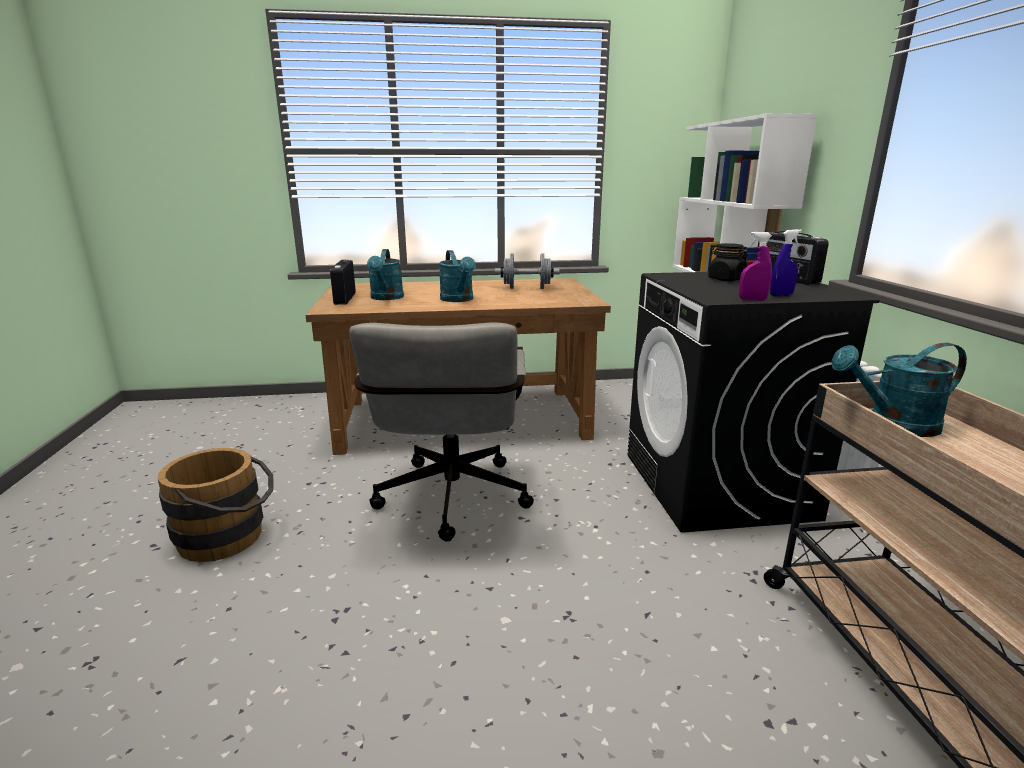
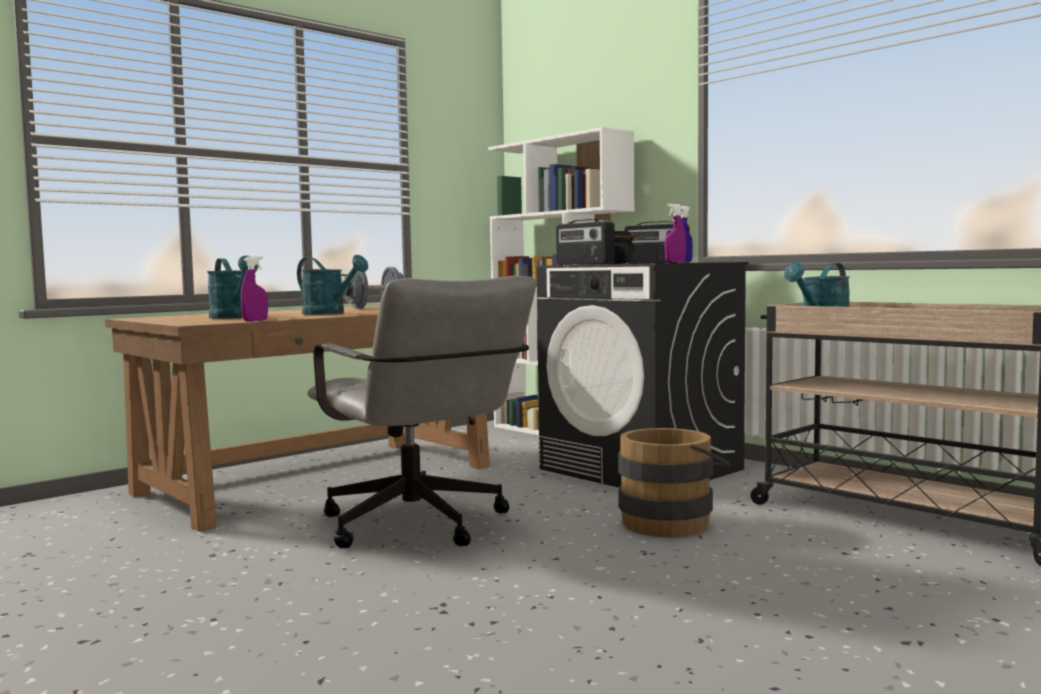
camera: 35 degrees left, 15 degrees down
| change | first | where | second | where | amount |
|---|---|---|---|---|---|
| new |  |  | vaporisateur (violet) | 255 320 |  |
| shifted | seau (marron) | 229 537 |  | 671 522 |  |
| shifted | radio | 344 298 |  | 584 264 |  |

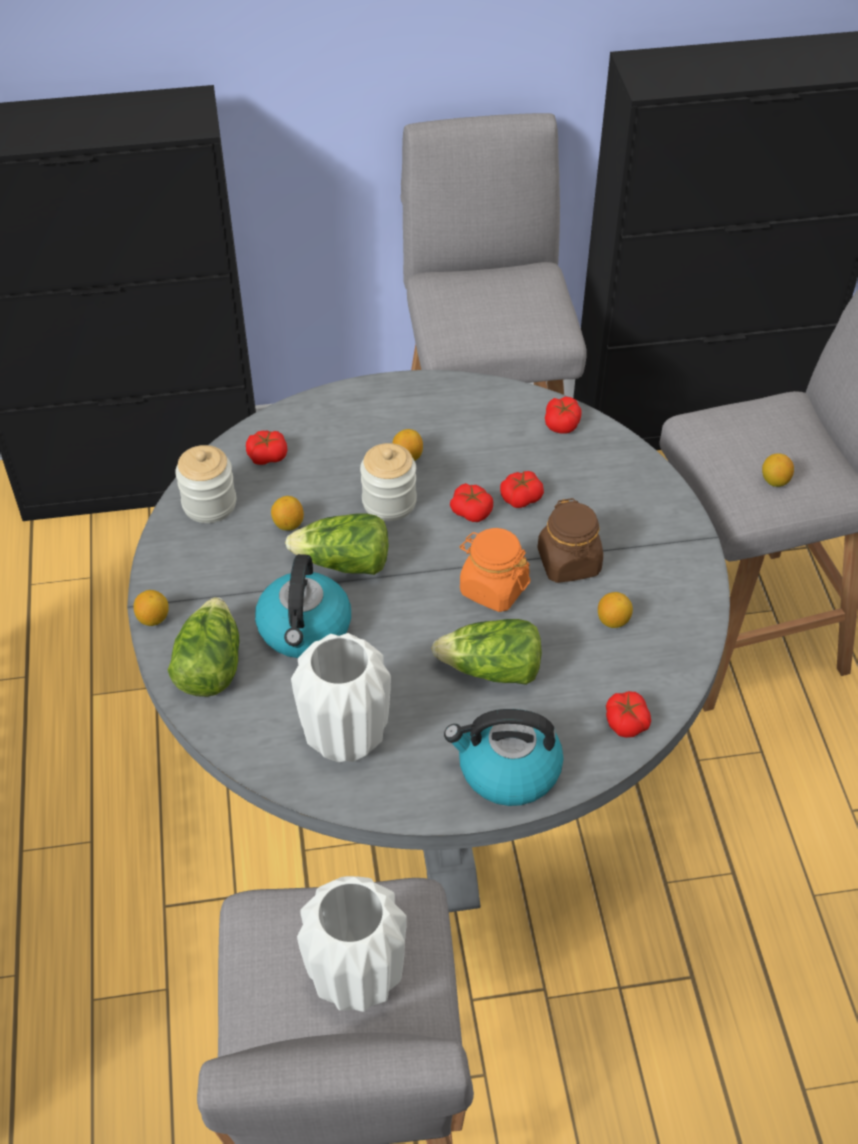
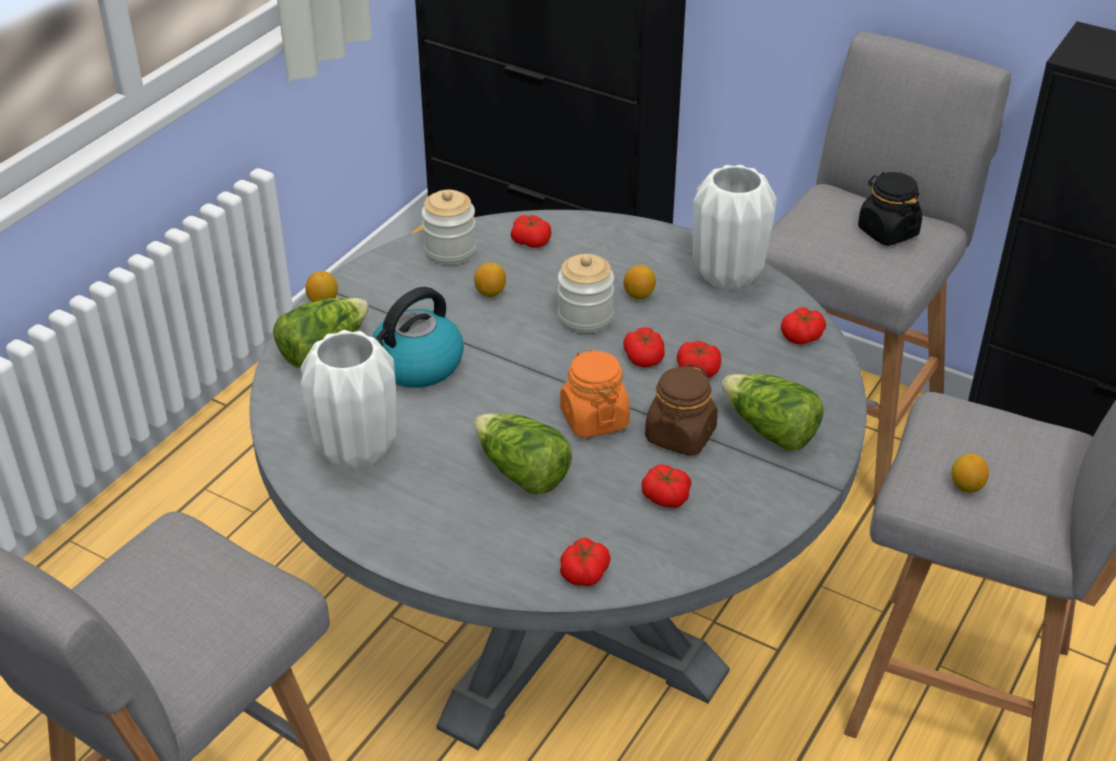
camera: 40 degrees right, 10 degrees down
| change | first | where | second | where | amount |
|---|---|---|---|---|---|
| gone | bouilloire | 507 770 |  |  |  |
| new |  |  | bocal (noir) | 887 231 |  |
| shifted | laitue | 344 563 |  | 770 430 |  |
| shifted | vase (blanc) | 355 979 |  | 727 275 |  |
| swapped | citron | 613 620 | tomate | 665 496 |  |

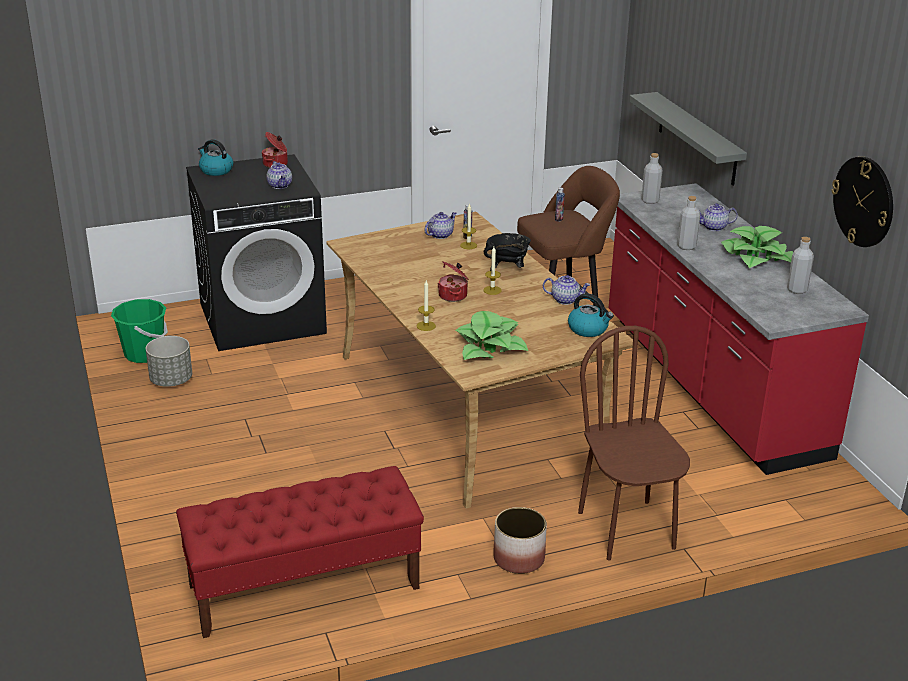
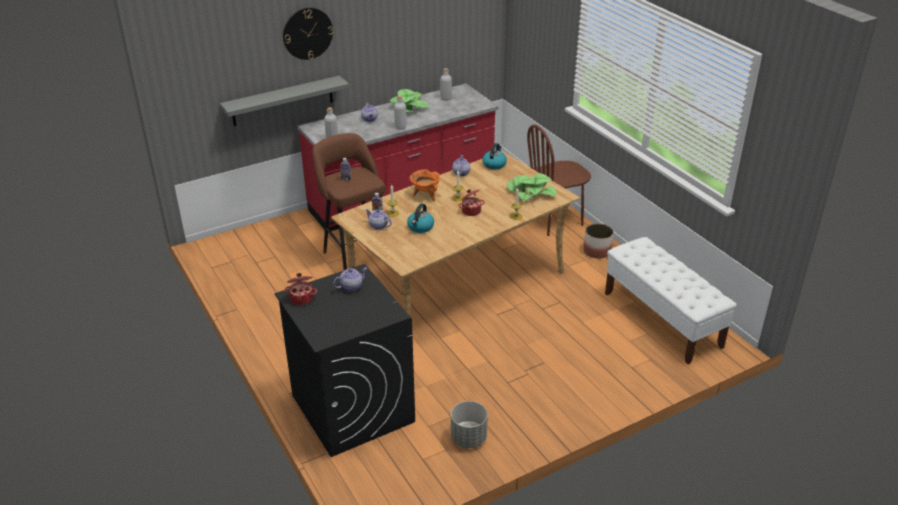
camera: 100 degrees left, 5 degrees up
| change | first | where | second | where | amount |
|---|---|---|---|---|---|
| gone | seau (vert) | 144 354 |  |  |  |
| shifted | bouilloire | 216 170 |  | 420 227 |  |
| shifted | horloge murale | 864 201 |  | 307 33 |  |
| repainted | banc (rouge) | 303 587 | banc (blanc) | 662 320 |  |
| repainted | marmite (noir) | 507 269 | marmite (orange) | 425 195 |  |

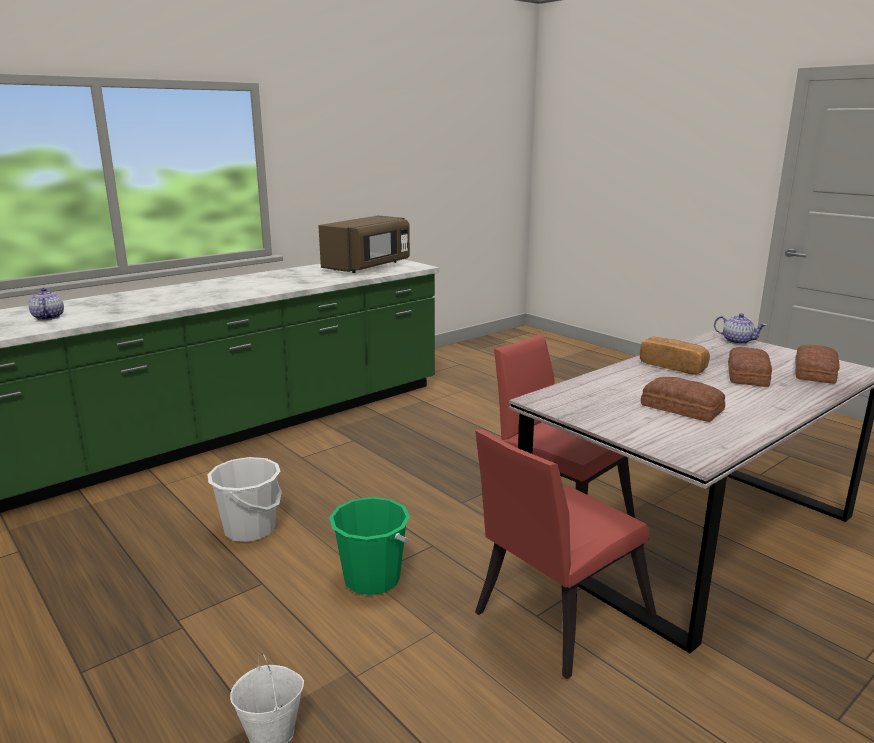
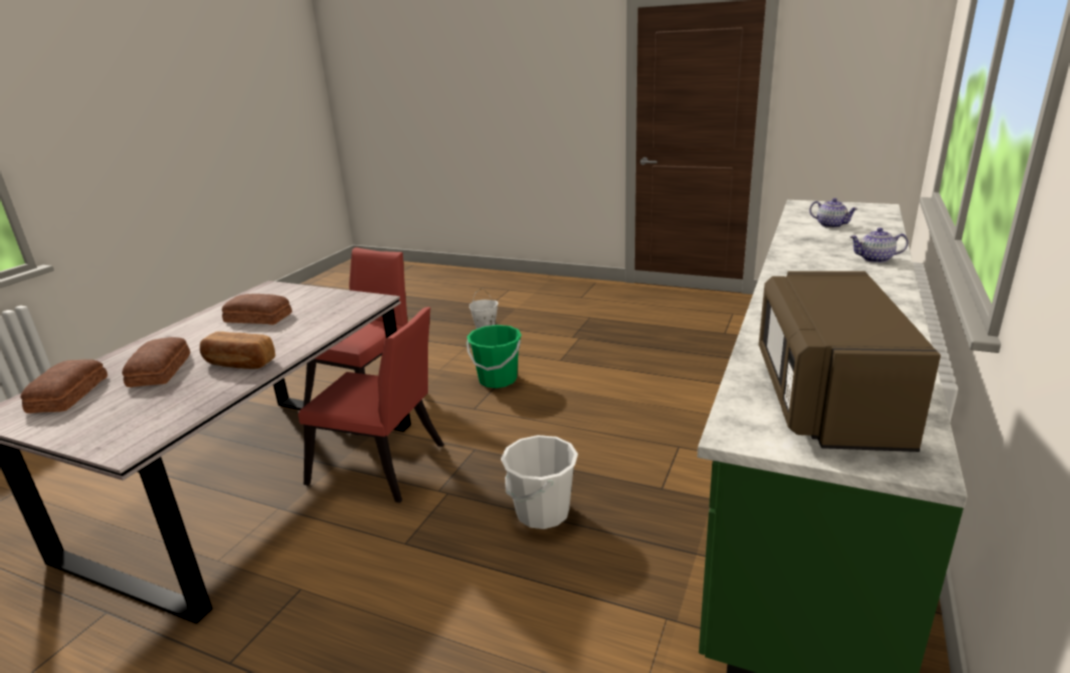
camera: 155 degrees right, 5 degrees up
| change | first | where | second | where | amount |
|---|---|---|---|---|---|
| shifted | seau (blanc) | 250 529 |  | 542 512 |  |
| shifted | théière | 737 341 |  | 875 259 |  |

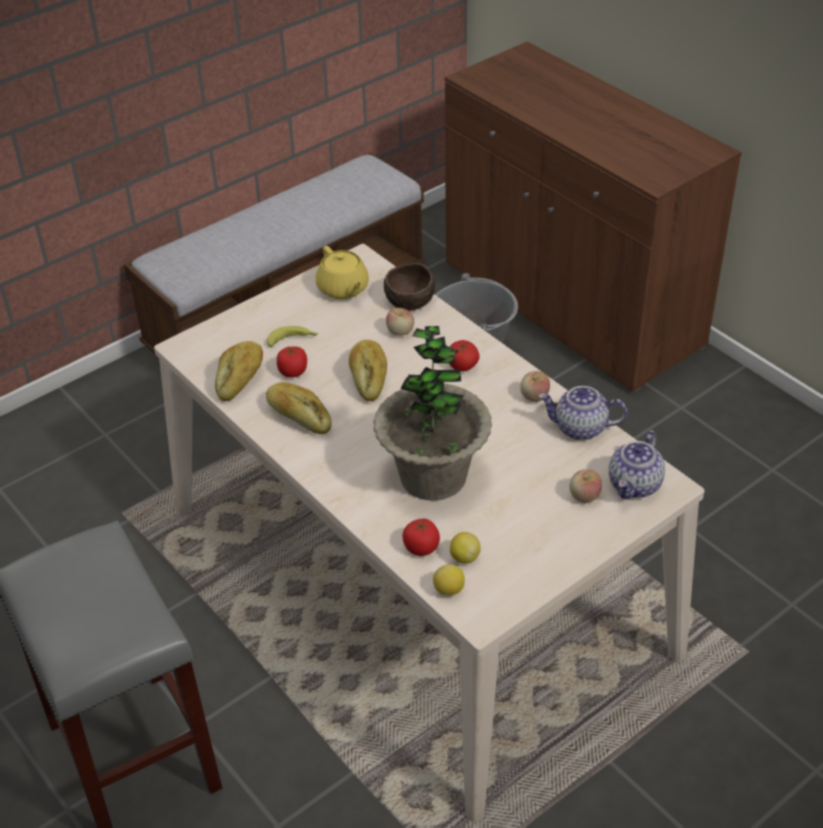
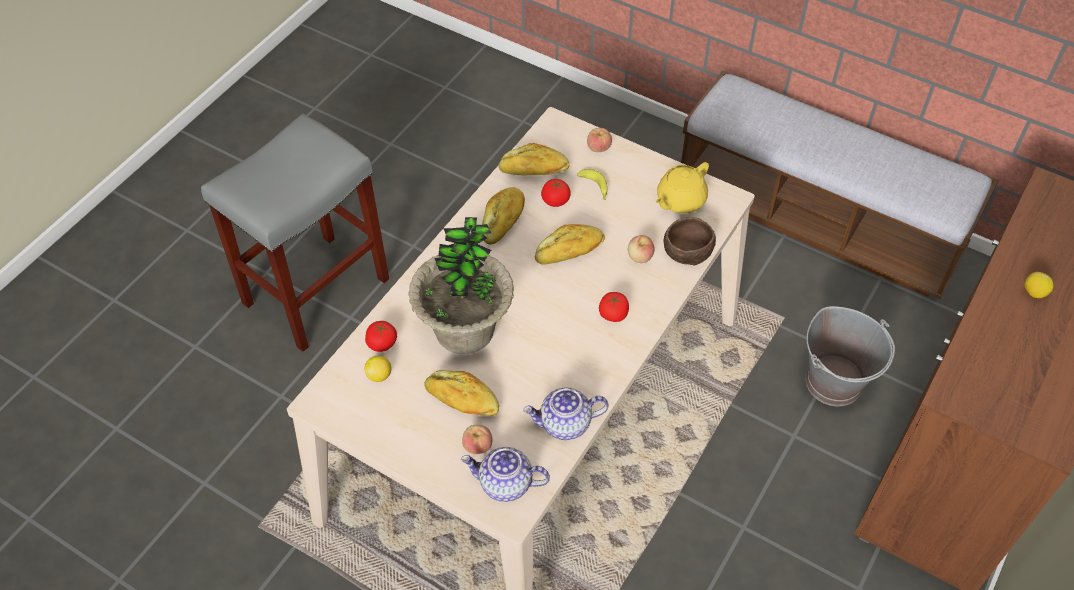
camera: 70 degrees right, 10 degrees up
| change | first | where | second | where | amount |
|---|---|---|---|---|---|
| new |  |  | pain | 462 400 |  |
| shifted | citron | 448 590 |  | 1033 292 |  |
| shifted | pomme | 534 396 |  | 598 148 |  |
| rotated | théière | 580 428 |  | 565 424 | 90 degrees counterclockwise |

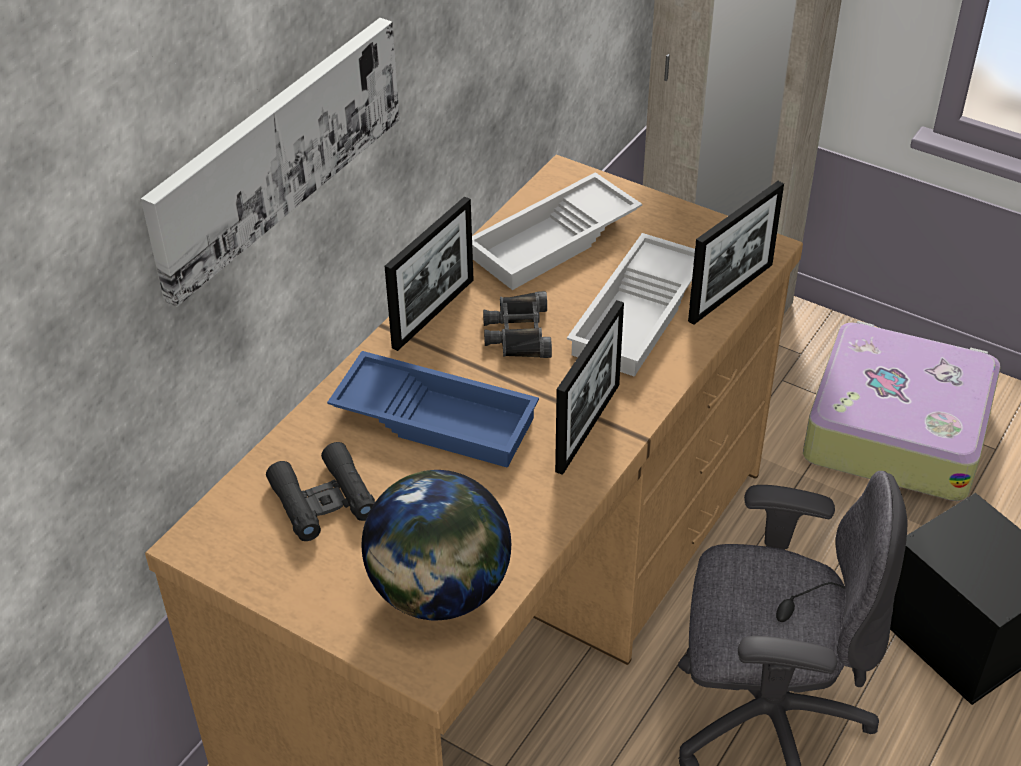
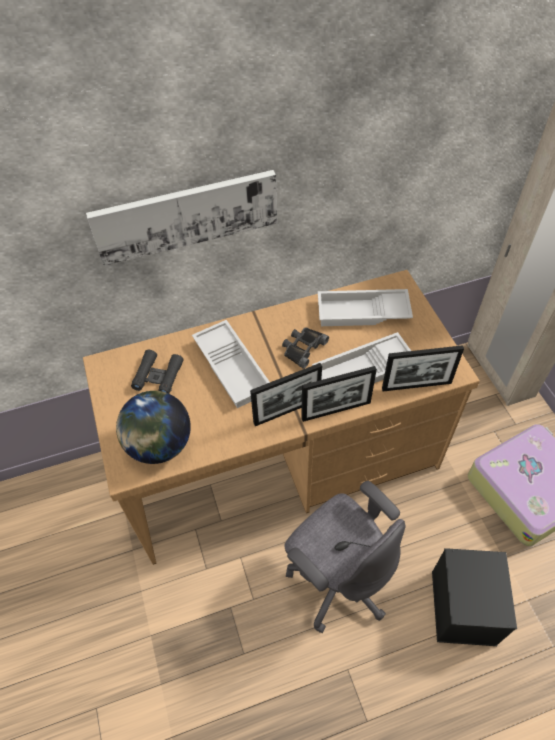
camera: 40 degrees right, 10 degrees up
| change | first | where | second | where | amount |
|---|---|---|---|---|---|
| shifted | cadre photo | 433 313 |  | 336 410 |  |
| repainted | plateau (bleu) | 437 417 | plateau (blanc) | 233 367 |  |

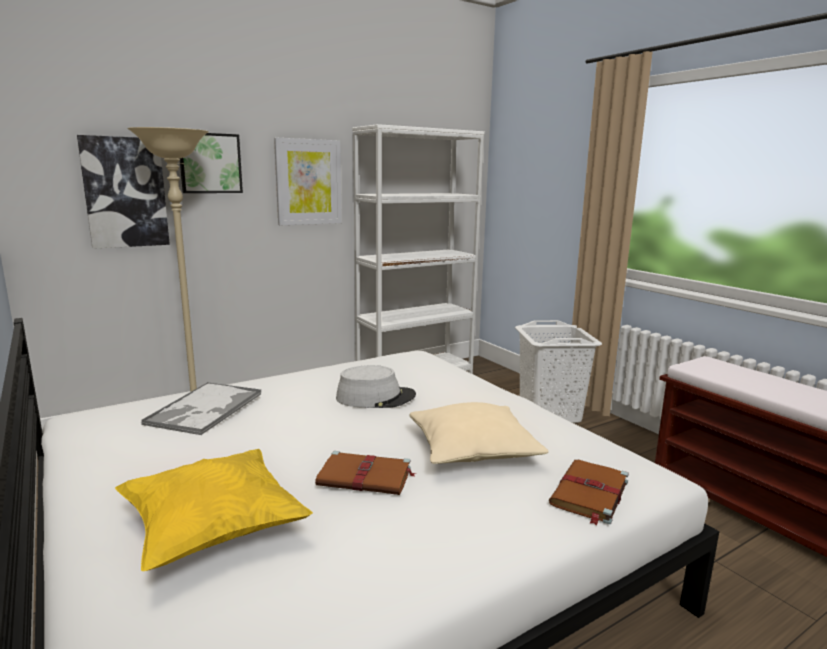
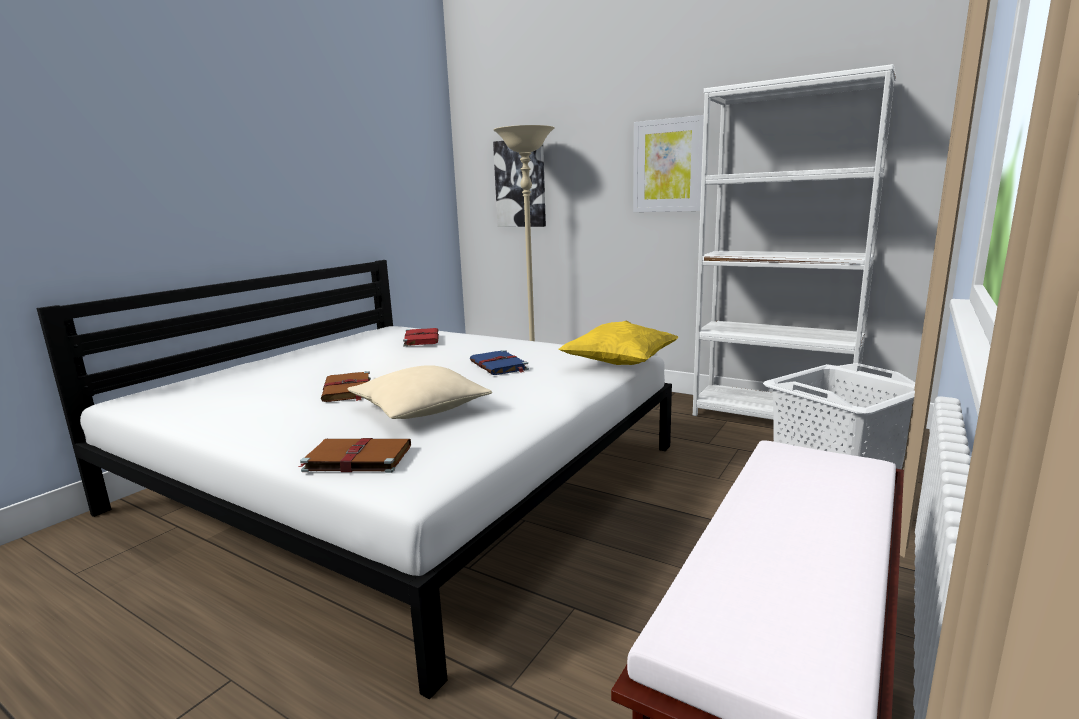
camera: 65 degrees right, 0 degrees up
| change | first | where | second | where | amount |
|---|---|---|---|---|---|
| gone | tableau | 210 163 |  |  |  |
| shifted | coussin (jaune) | 214 531 |  | 619 364 |  |
| swapped | plateau | 204 409 | livre (rouge) | 421 339 |  |
| swapped | chapeau (gris) | 375 397 | livre (bleu) | 499 366 |  |

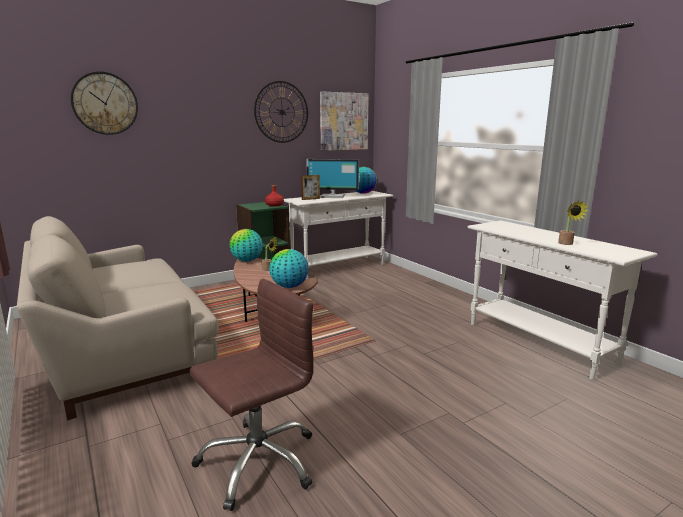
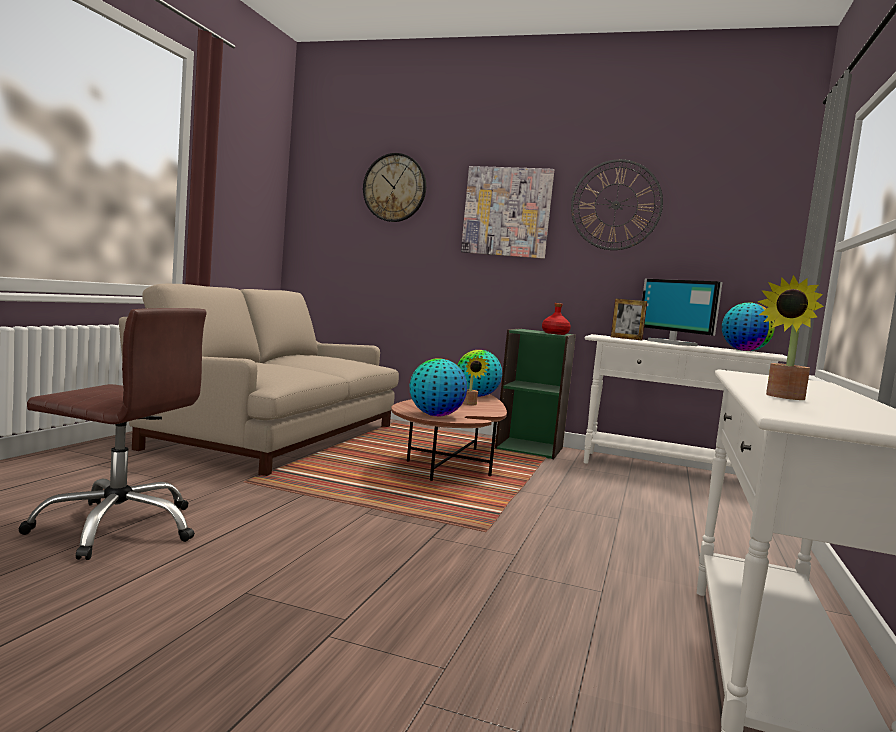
camera: 50 degrees right, 10 degrees down
| change | first | where | second | where | amount |
|---|---|---|---|---|---|
| shifted | tableau | 343 121 |  | 507 212 |  |

